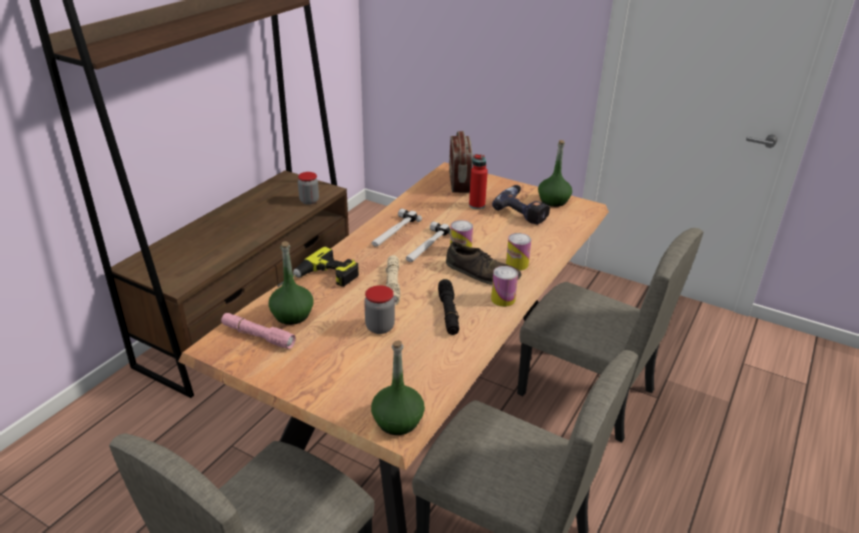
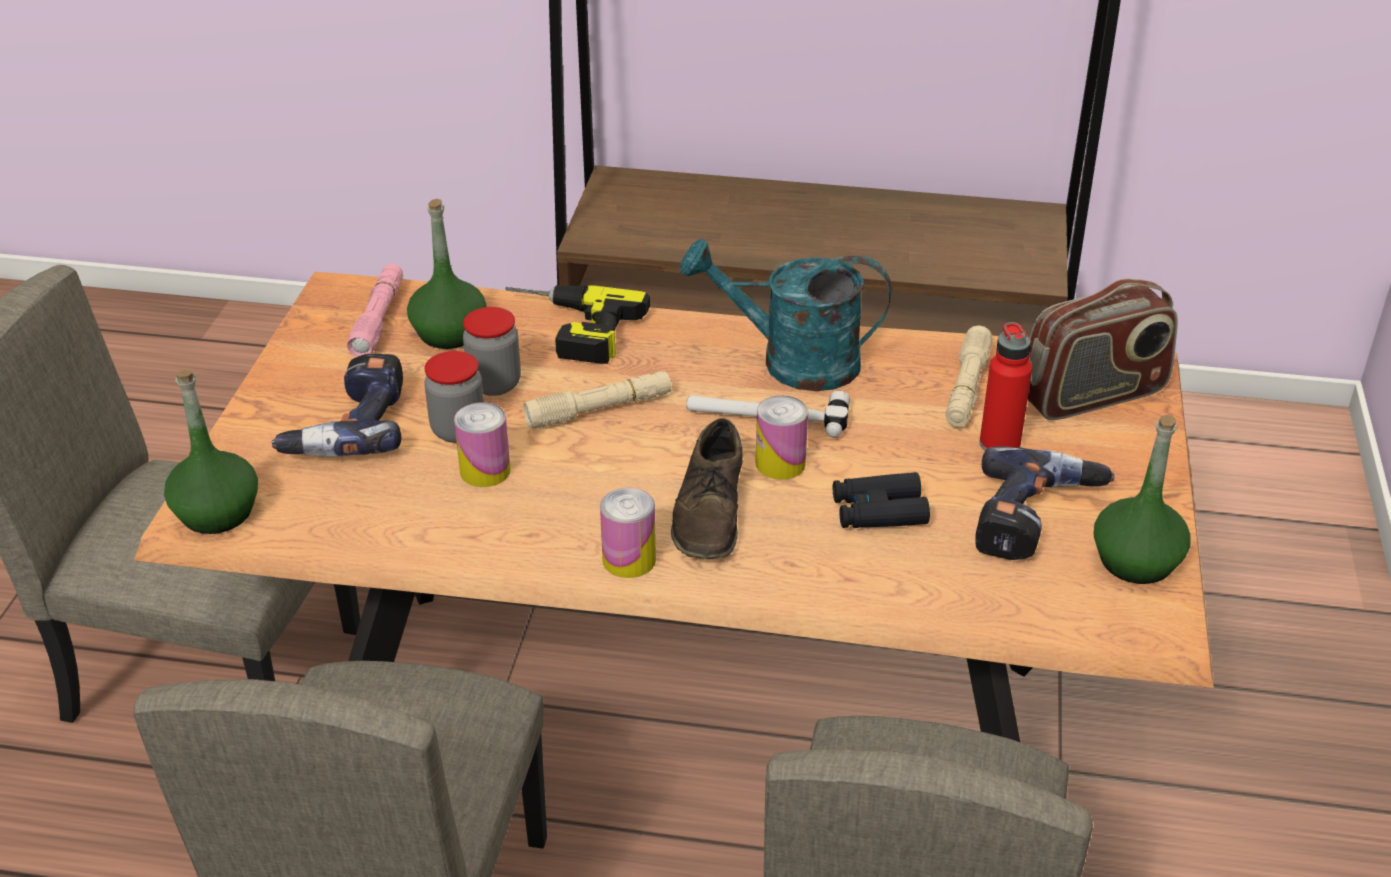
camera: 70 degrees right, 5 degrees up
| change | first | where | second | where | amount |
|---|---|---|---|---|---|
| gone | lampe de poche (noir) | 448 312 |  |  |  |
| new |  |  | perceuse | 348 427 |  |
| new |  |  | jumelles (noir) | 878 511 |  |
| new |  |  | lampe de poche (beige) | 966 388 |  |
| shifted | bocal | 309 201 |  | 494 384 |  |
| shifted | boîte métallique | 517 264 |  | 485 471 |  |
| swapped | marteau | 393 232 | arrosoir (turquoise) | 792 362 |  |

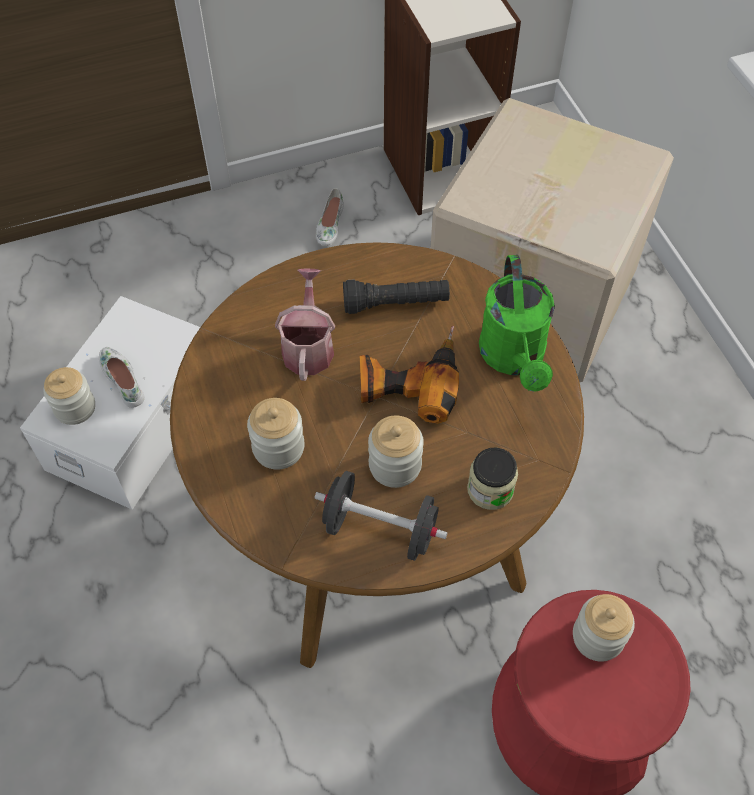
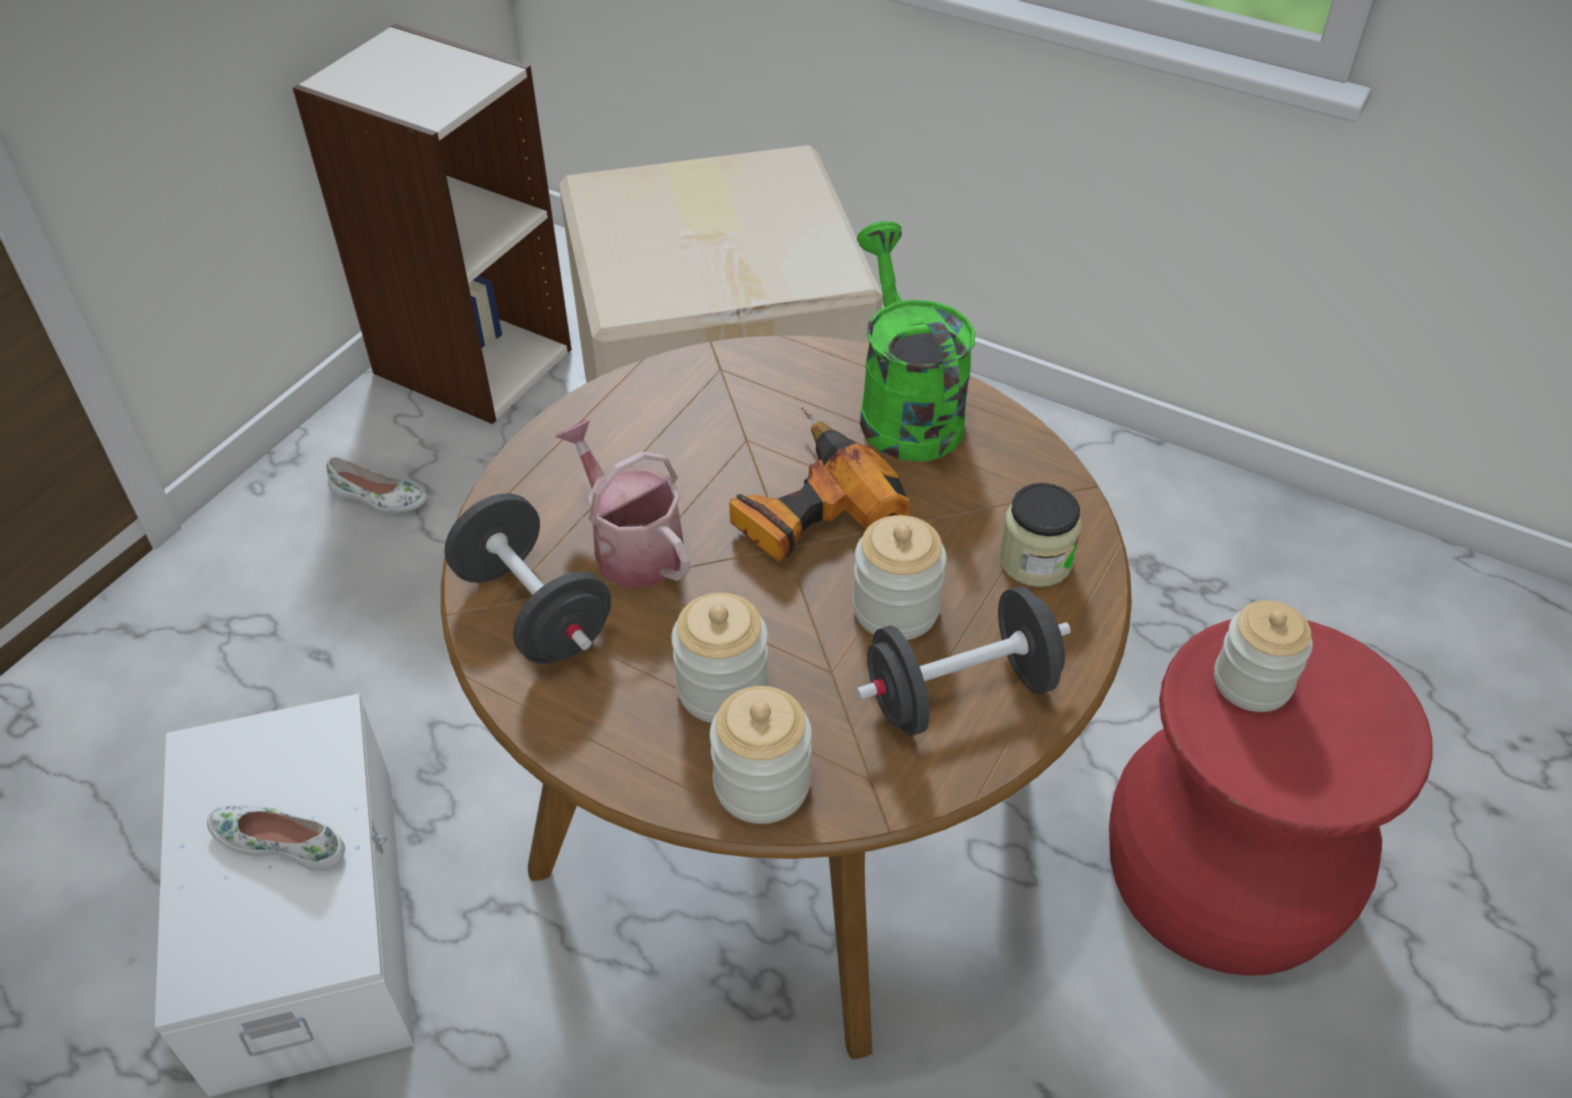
camera: 40 degrees left, 10 degrees down
| change | first | where | second | where | amount |
|---|---|---|---|---|---|
| gone | lampe de poche (noir) | 396 304 |  |  |  |
| new |  |  | haltère (noir) | 533 610 |  |
| shifted | bocal | 75 408 |  | 761 784 |  |
| rotated | chaussure (blanc) | 329 224 |  | 378 497 | 45 degrees counterclockwise |
| rotated | arrosoir (vert) | 514 358 |  | 904 408 | 150 degrees counterclockwise |

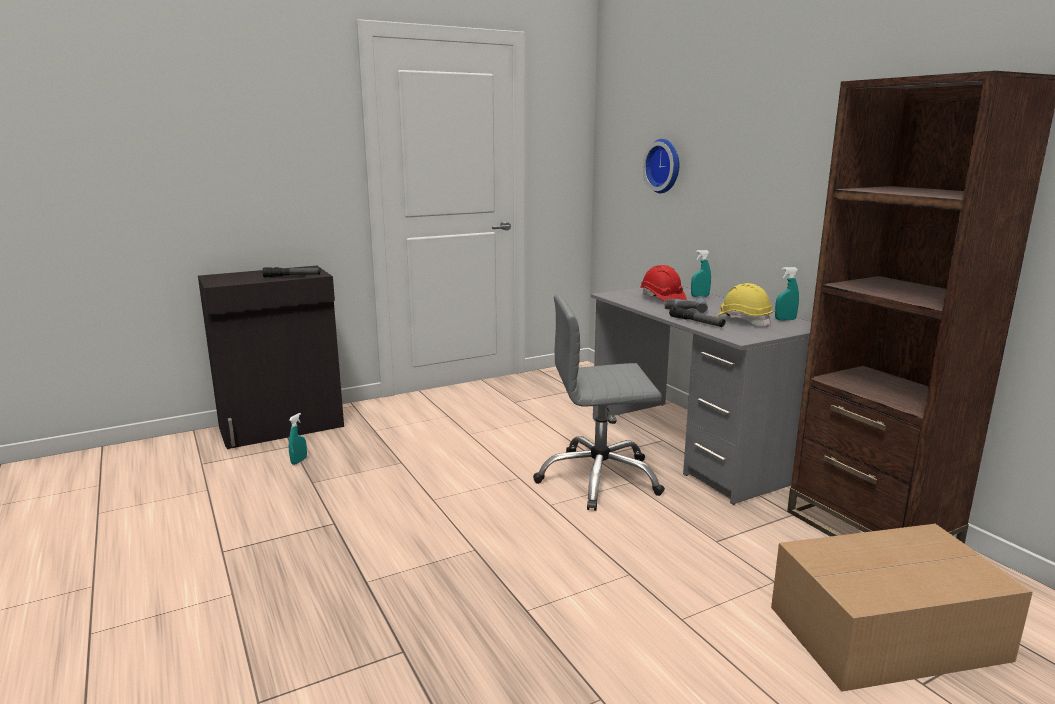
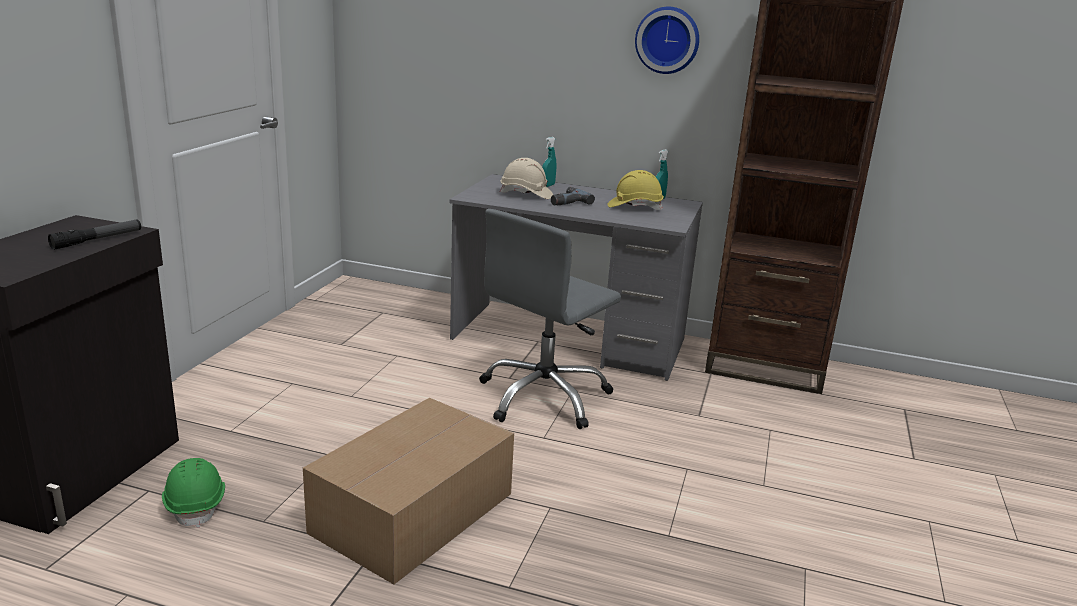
camera: 45 degrees left, 5 degrees up
| change | first | where | second | where | amount |
|---|---|---|---|---|---|
| gone | lampe de poche | 696 322 |  |  |  |
| shifted | horloge murale | 665 166 |  | 667 40 |  |
| shifted | carton | 883 632 |  | 410 513 |  |
| swapped | vaporisateur (turquoise) | 299 461 | casque de chantier (vert) | 196 504 |  |
| repainted | casque de chantier (rouge) | 662 299 | casque de chantier (beige) | 526 194 |  |

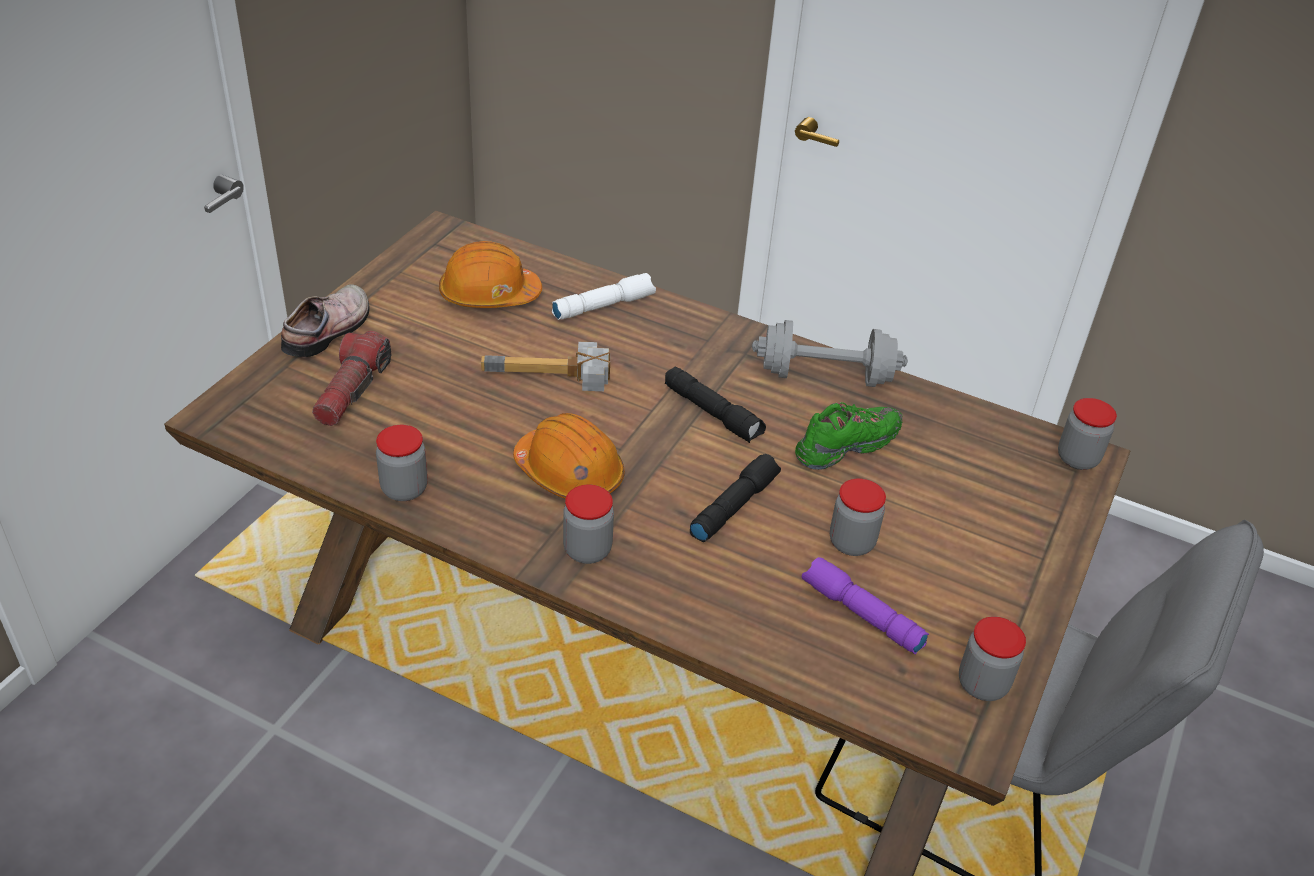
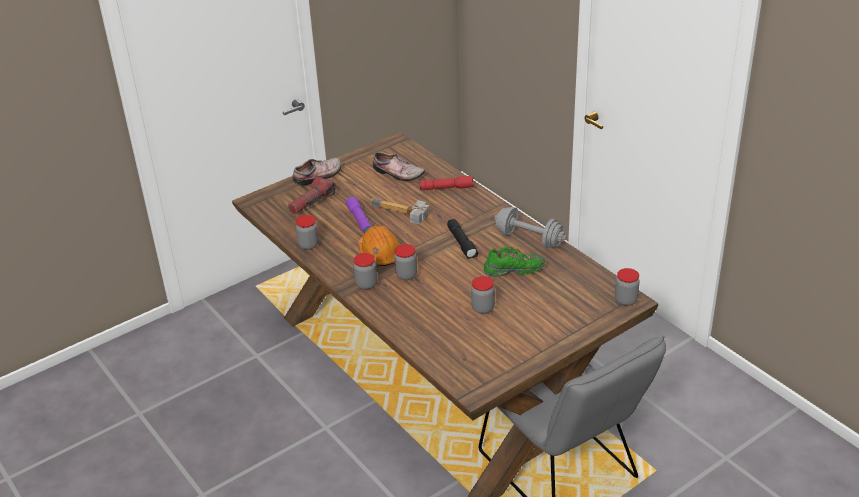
camera: 30 degrees right, 5 degrees down
| change | first | where | second | where | amount |
|---|---|---|---|---|---|
| gone | lampe de poche (noir) | 733 506 |  |  |  |
| shifted | lampe de poche (violet) | 860 614 |  | 359 220 |  |
| shifted | bocal | 982 684 |  | 406 275 |  |
| swapped | casque de chantier (orange) | 489 295 | chaussure | 397 174 |  |
| repainted | lampe de poche (blanc) | 603 305 | lampe de poche (rouge) | 447 188 |  |

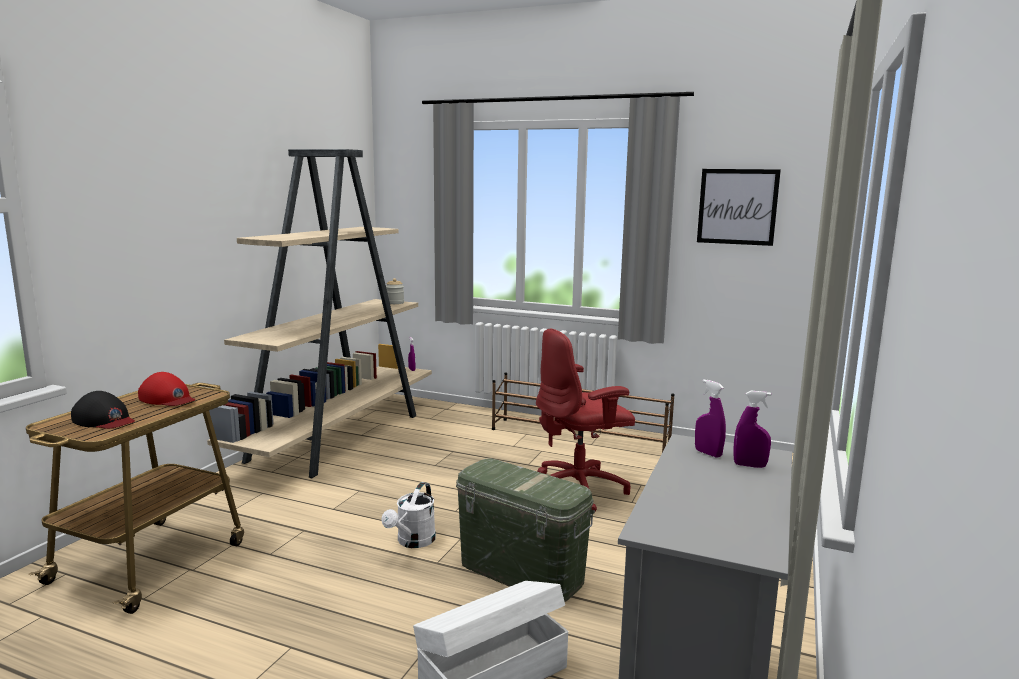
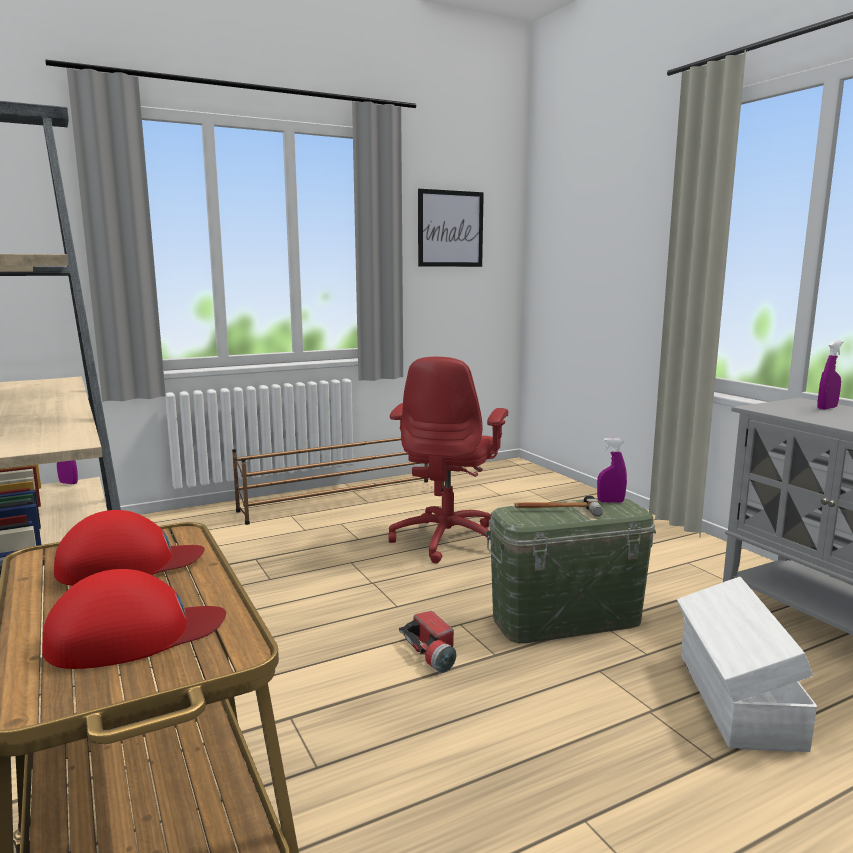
camera: 50 degrees left, 0 degrees up
| change | first | where | second | where | amount |
|---|---|---|---|---|---|
| gone | bocal | 395 303 |  |  |  |
| new |  |  | marteau | 556 511 |  |
| shifted | vaporisateur (violet) | 708 453 |  | 610 502 |  |
| swapped | arrosoir (blanc) | 413 542 | lampe de poche | 432 653 |  |
| repainted | casquette (noir) | 104 420 | casquette (rouge) | 134 635 |  |

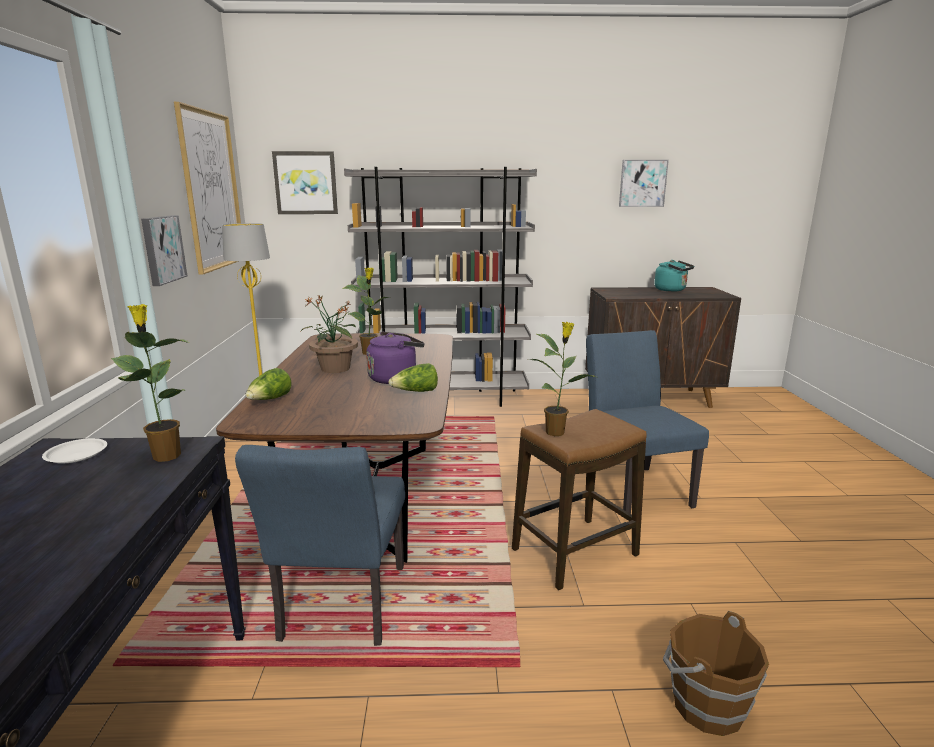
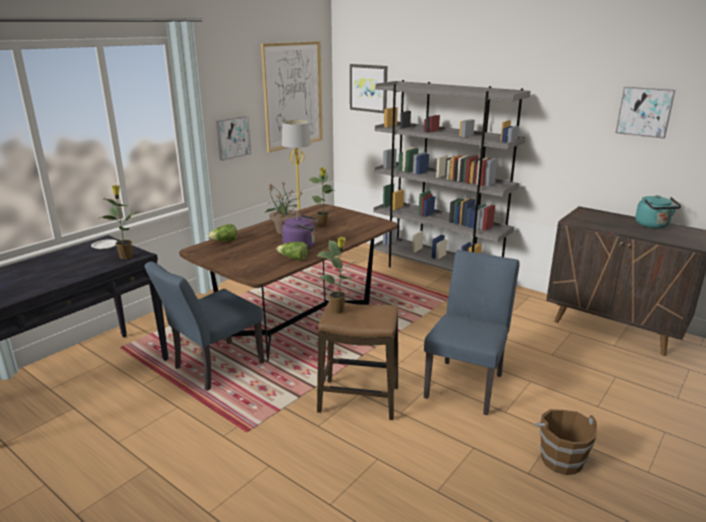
camera: 40 degrees right, 5 degrees up
| change | first | where | second | where | amount |
|---|---|---|---|---|---|
| shifted | seau (marron) | 705 704 |  | 560 459 |  |

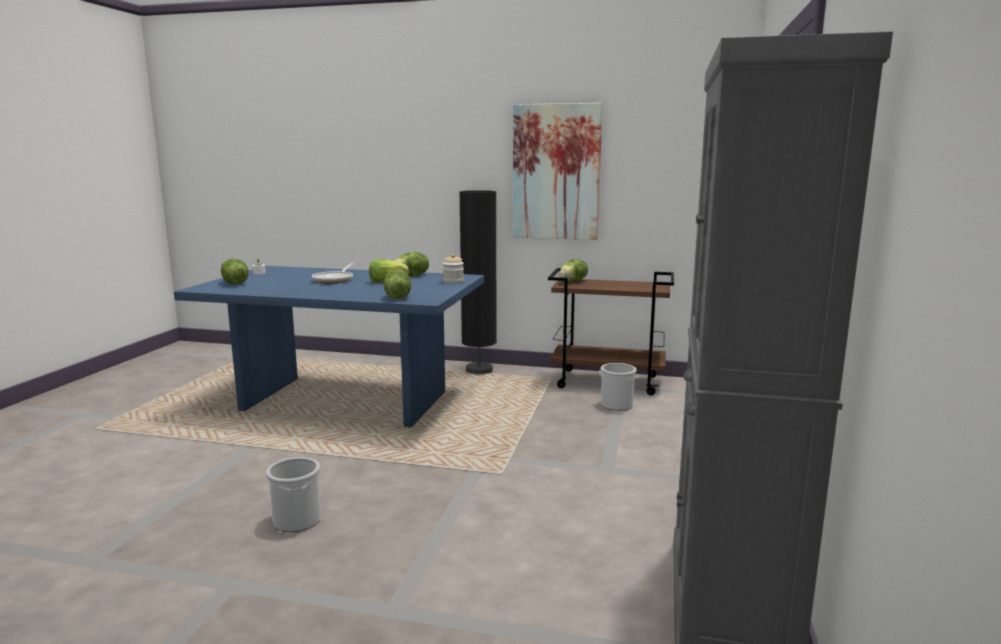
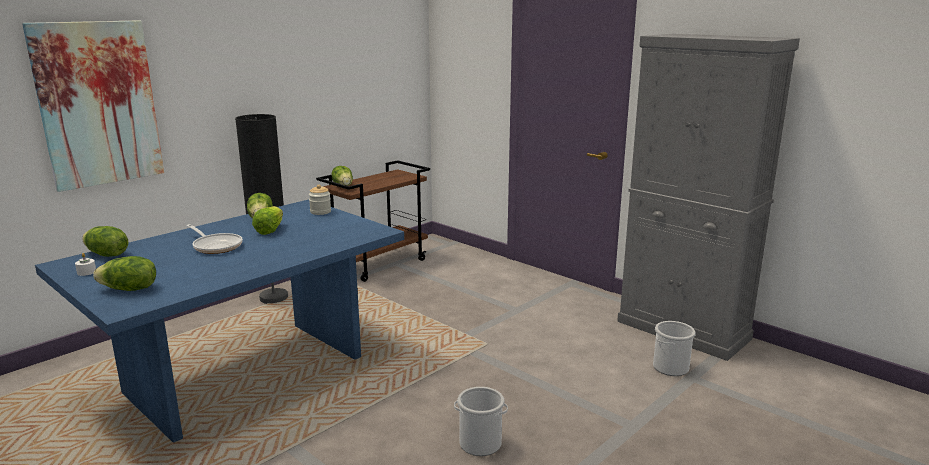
camera: 60 degrees left, 5 degrees up
| change | first | where | second | where | amount |
|---|---|---|---|---|---|
| shifted | laitue | 397 297 |  | 107 255 |  |
| shifted | tableau | 556 172 |  | 98 104 |  |
| shifted | seau | 616 405 |  | 670 368 |  |

